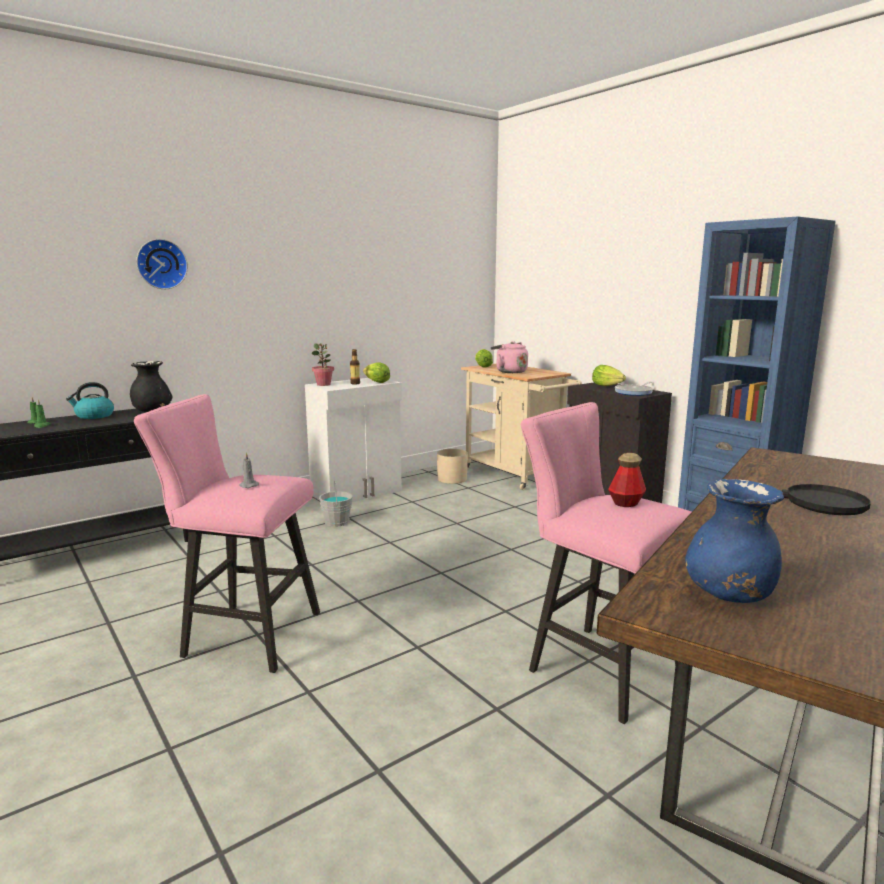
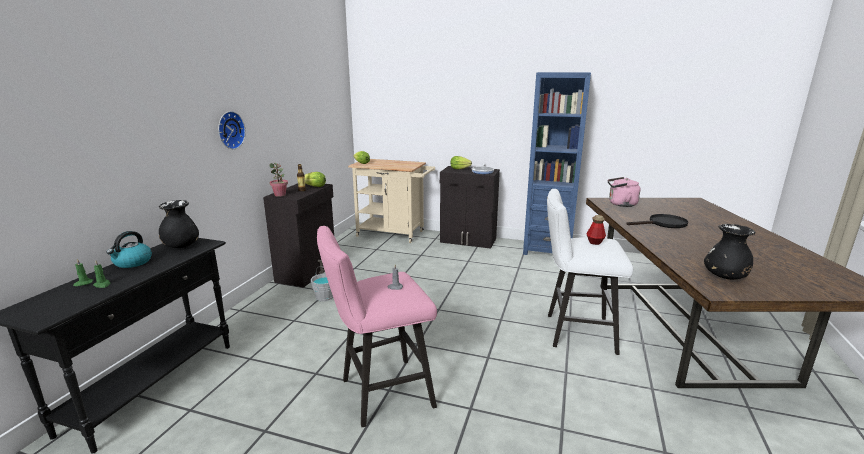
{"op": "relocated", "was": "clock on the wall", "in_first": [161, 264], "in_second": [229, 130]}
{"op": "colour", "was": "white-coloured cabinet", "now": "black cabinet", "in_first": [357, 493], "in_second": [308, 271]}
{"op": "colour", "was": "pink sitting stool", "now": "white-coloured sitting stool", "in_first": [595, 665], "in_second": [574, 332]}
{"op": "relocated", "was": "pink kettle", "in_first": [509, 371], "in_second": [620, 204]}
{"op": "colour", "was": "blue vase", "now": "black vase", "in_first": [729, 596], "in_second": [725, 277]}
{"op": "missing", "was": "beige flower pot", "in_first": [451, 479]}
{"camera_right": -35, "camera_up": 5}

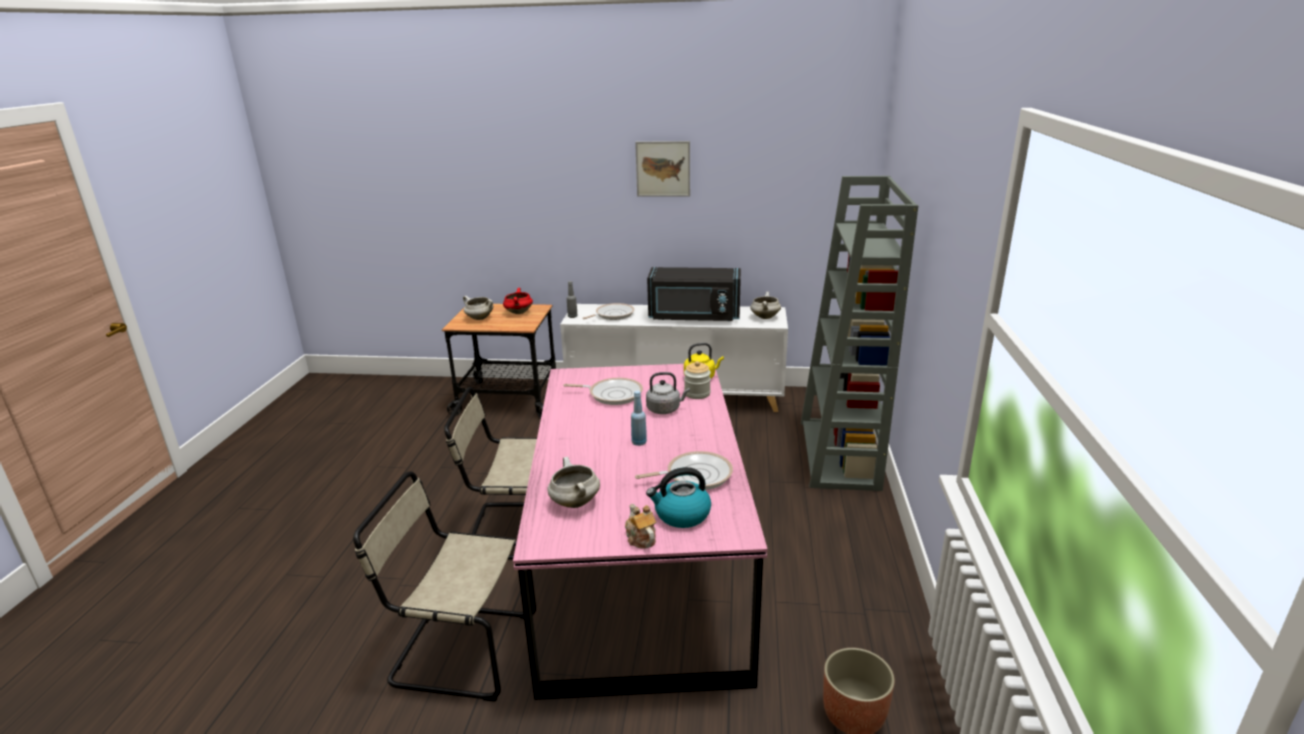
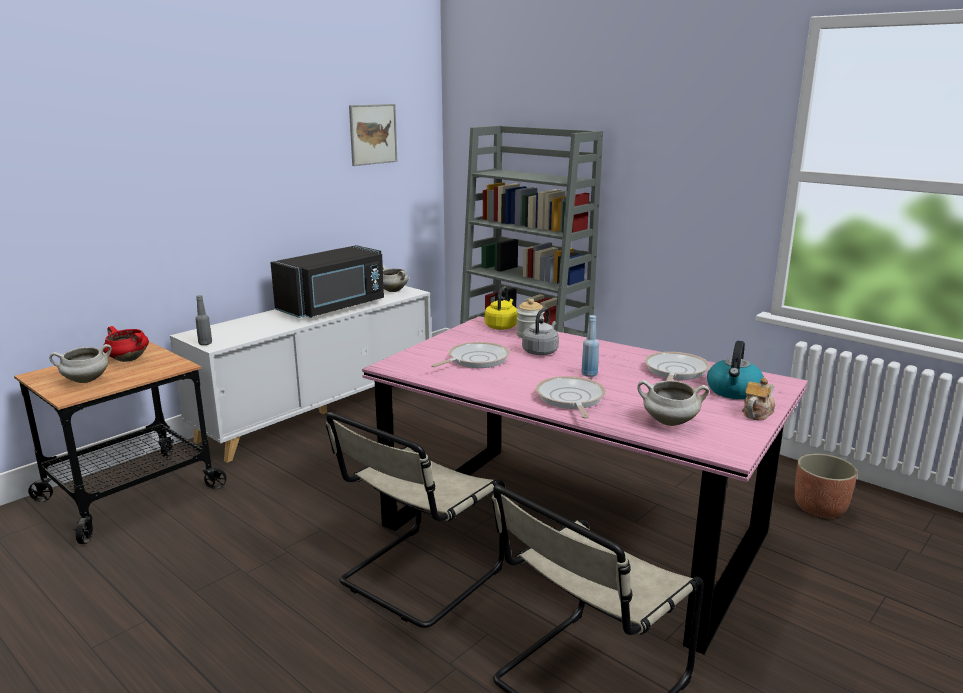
{"op": "relocated", "was": "wall art", "in_first": [663, 169], "in_second": [373, 134]}
{"op": "relocated", "was": "frying pan", "in_first": [612, 315], "in_second": [570, 399]}
{"op": "spun", "was": "pot for tea", "in_first": [640, 538], "in_second": [757, 413], "clockwise": 120}
{"camera_right": -55, "camera_up": -5}

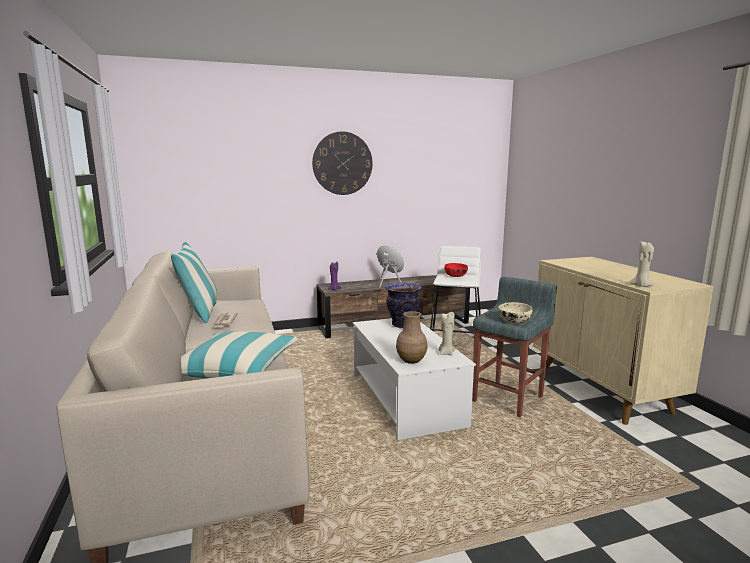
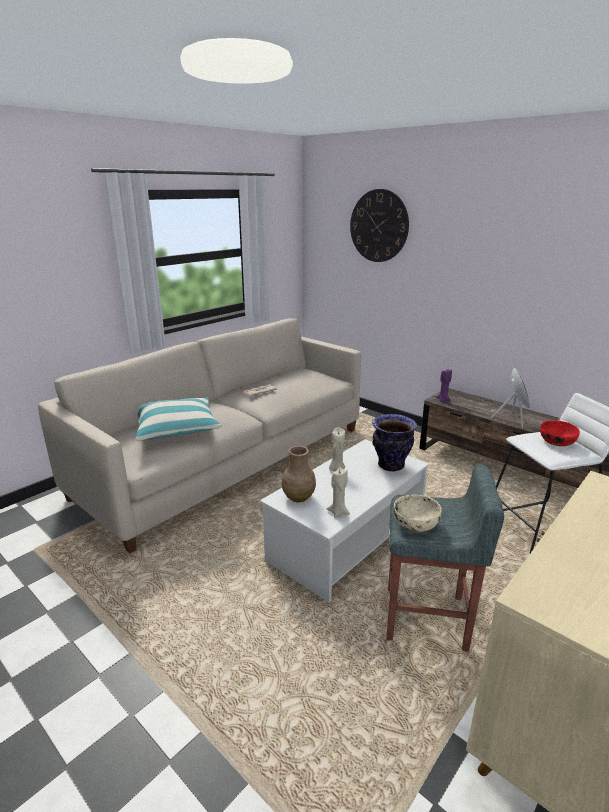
{"op": "relocated", "was": "beige wax candle", "in_first": [641, 286], "in_second": [336, 469]}
{"op": "relocated", "was": "clock on the wall", "in_first": [342, 163], "in_second": [379, 226]}
{"op": "missing", "was": "pillow", "in_first": [199, 314]}
{"camera_right": 60, "camera_up": 10}

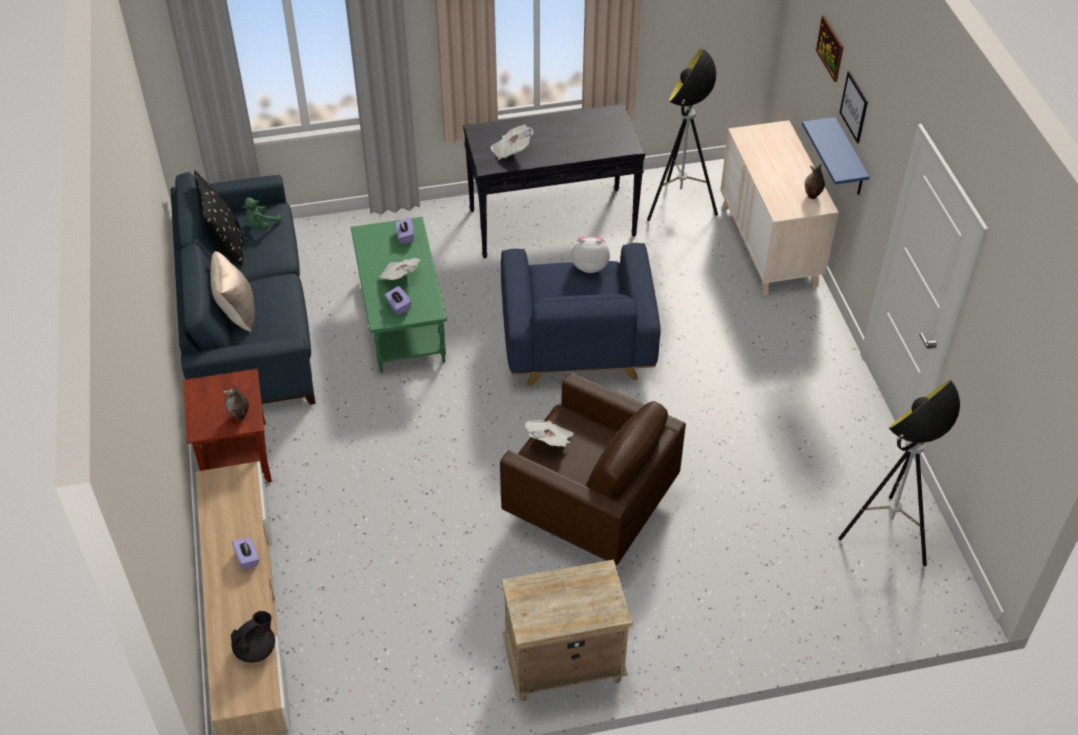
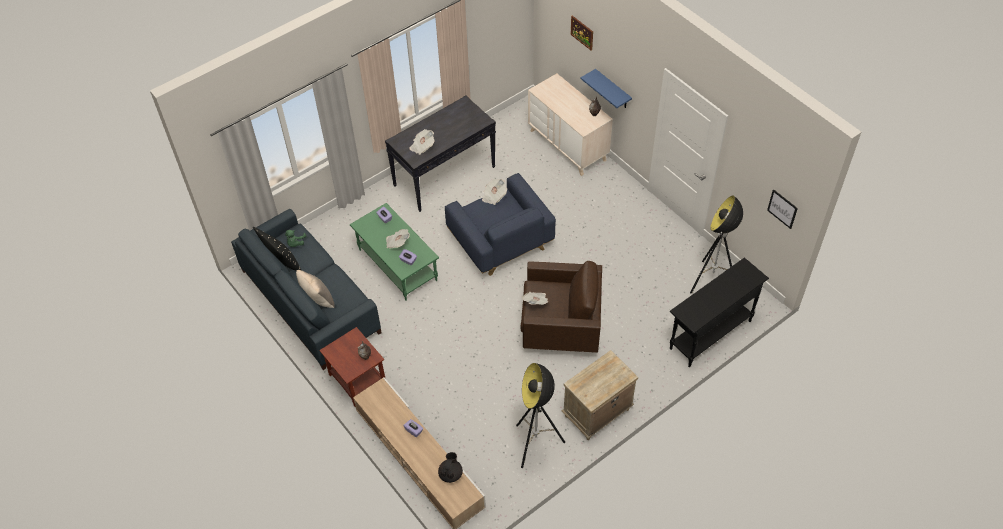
{"op": "exchanged", "was": "cuddly toy", "now": "newspaper", "in_first": [590, 265], "in_second": [494, 196]}
{"op": "relocated", "was": "floor lamp", "in_first": [679, 206], "in_second": [536, 445]}
{"op": "appeared", "now": "black narrow table", "in_second": [710, 334]}
{"op": "relocated", "was": "wall art", "in_first": [854, 107], "in_second": [782, 209]}
{"camera_right": -25, "camera_up": 5}

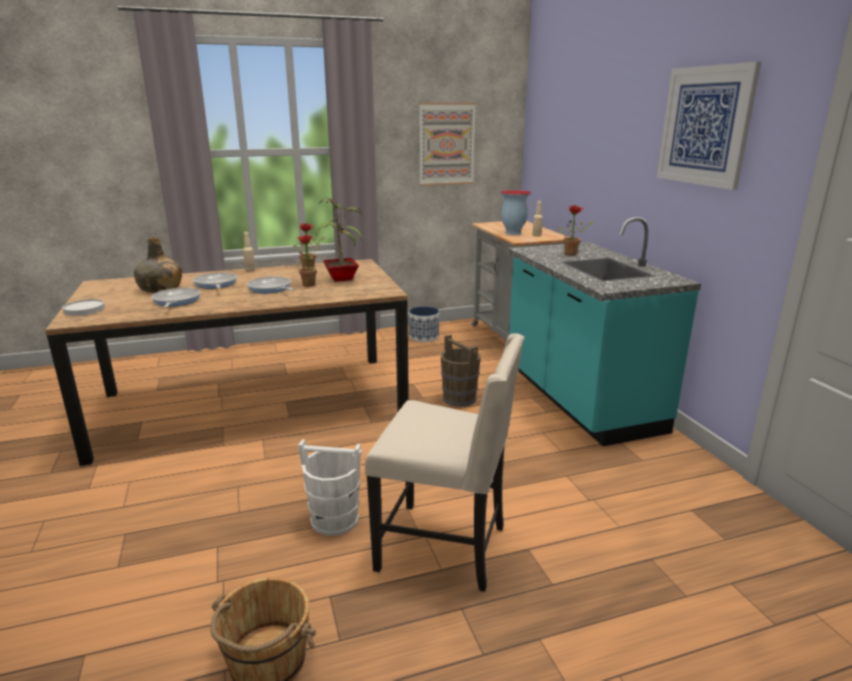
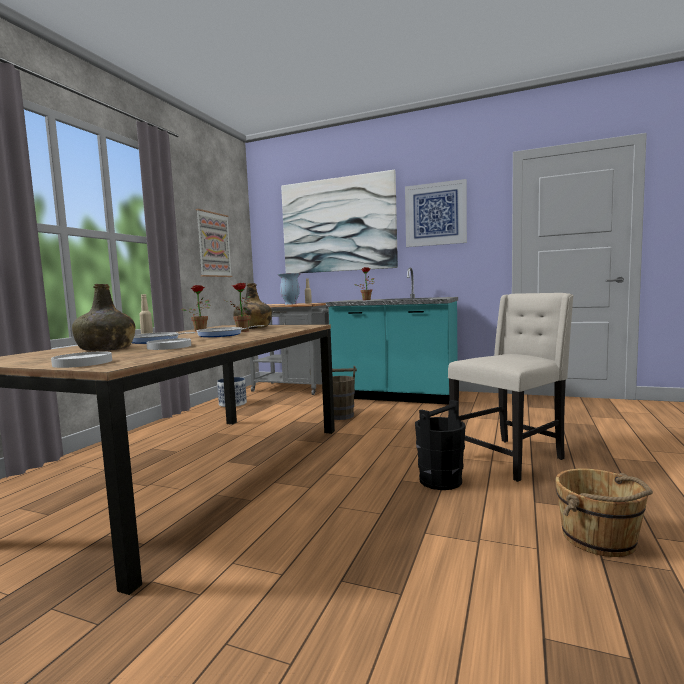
{"op": "exchanged", "was": "frying pan", "now": "white-coloured flat dish", "in_first": [176, 301], "in_second": [169, 347]}
{"op": "exchanged", "was": "potted plant", "now": "greenish bottle", "in_first": [343, 278], "in_second": [253, 328]}
{"op": "appeared", "now": "wall art", "in_second": [338, 225]}
{"op": "colour", "was": "white-coloured pail", "now": "black pail", "in_first": [334, 519], "in_second": [440, 481]}
{"camera_right": -50, "camera_up": -15}

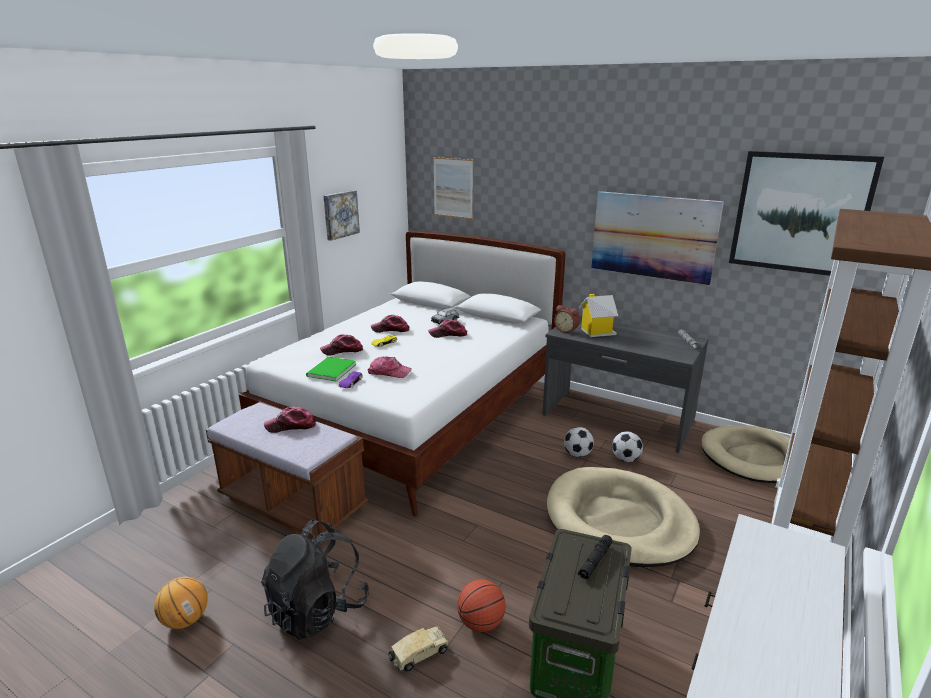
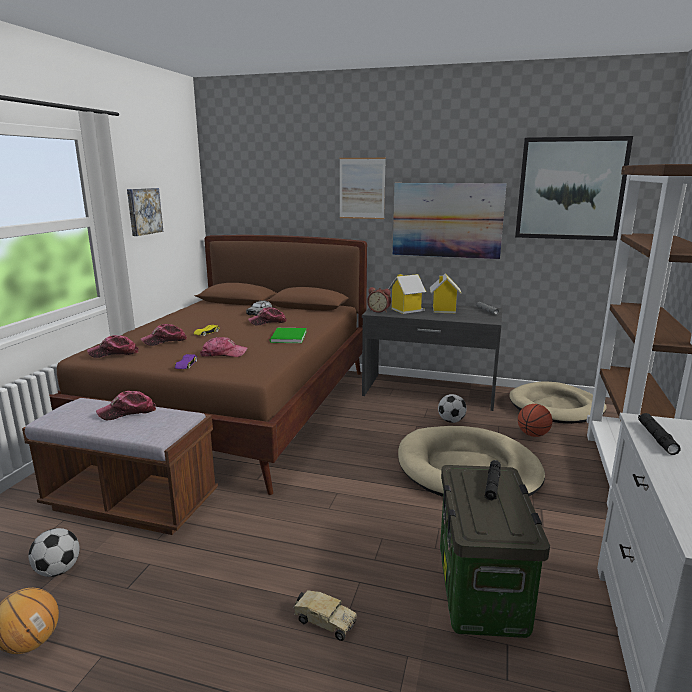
{"op": "relocated", "was": "football", "in_first": [577, 454], "in_second": [58, 570]}
{"op": "colour", "was": "white-coloured sleeping bed", "now": "brownish sleeping bed", "in_first": [416, 415], "in_second": [239, 409]}
{"op": "relocated", "was": "peaked cap", "in_first": [390, 329], "in_second": [114, 353]}
{"op": "relocated", "was": "greenish book", "in_first": [330, 370], "in_second": [287, 337]}
{"op": "spun", "was": "model truck", "in_first": [418, 655], "in_second": [323, 622], "clockwise": 75}
{"op": "relocated", "was": "wall art", "in_first": [453, 188], "in_second": [362, 188]}
{"op": "appeared", "now": "model house", "in_second": [443, 310]}
{"op": "relocated", "was": "basketball", "in_first": [481, 623], "in_second": [533, 434]}
{"op": "appeared", "now": "black hand torch", "in_second": [656, 438]}
{"op": "missing", "was": "black knapsack", "in_first": [317, 610]}
{"camera_right": -15, "camera_up": -5}

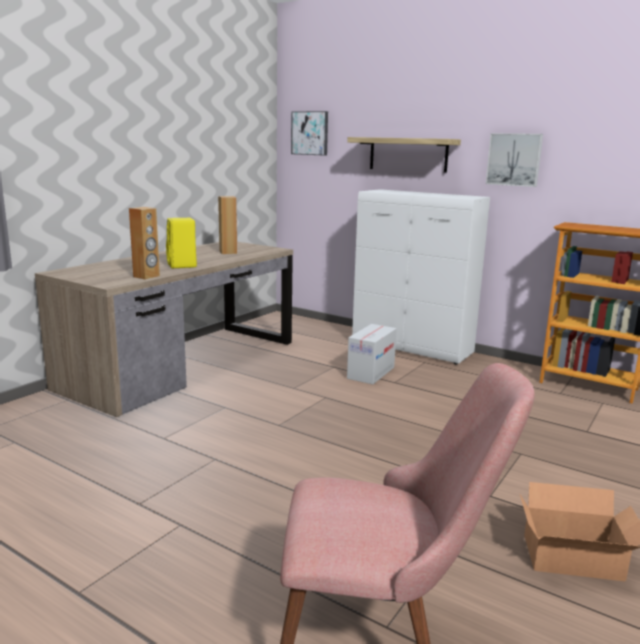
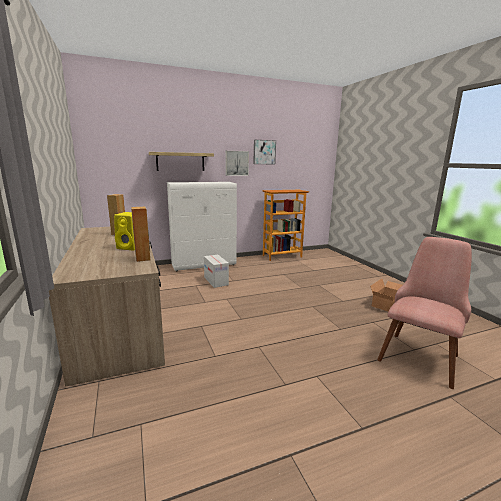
{"op": "relocated", "was": "wall art", "in_first": [310, 133], "in_second": [264, 152]}
{"camera_right": -55, "camera_up": 0}

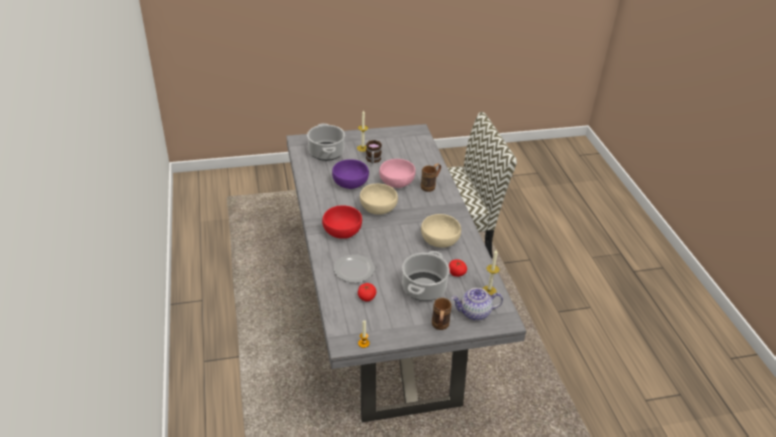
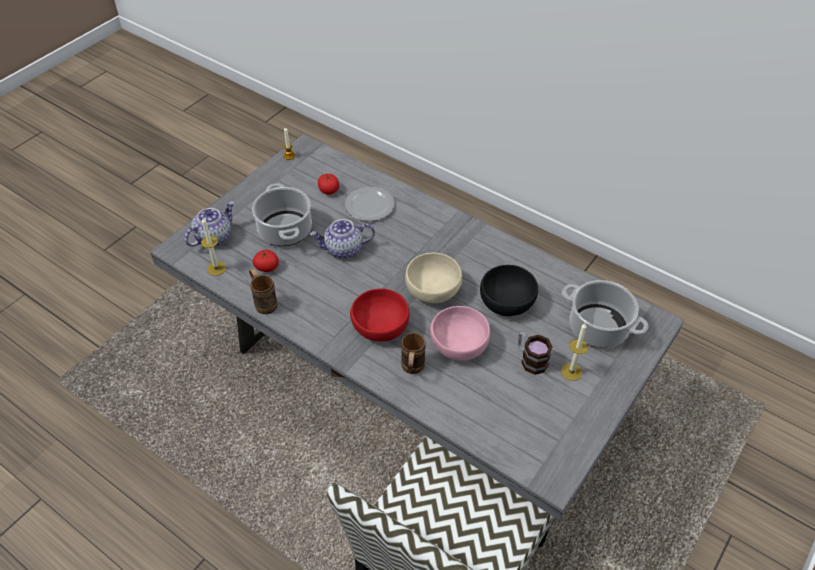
{"op": "relocated", "was": "brownish mug", "in_first": [439, 327], "in_second": [263, 302]}
{"op": "appeared", "now": "pot for tea", "in_second": [343, 249]}
{"op": "relocated", "was": "reddish serving bowl", "in_first": [342, 230], "in_second": [381, 327]}
{"op": "colour", "was": "purple-coloured serving bowl", "now": "black serving bowl", "in_first": [349, 183], "in_second": [507, 301]}
{"op": "missing", "was": "beige serving bowl", "in_first": [439, 240]}
{"camera_right": 140, "camera_up": 10}

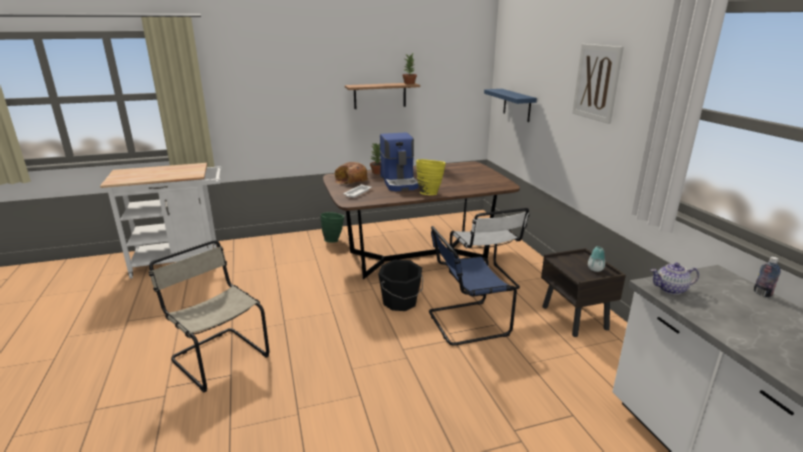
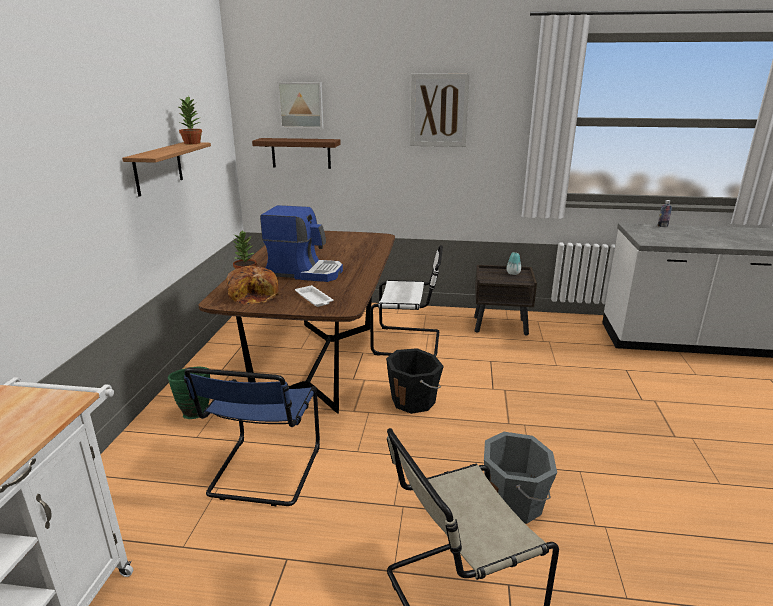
{"op": "relocated", "was": "blue upright chair", "in_first": [465, 323], "in_second": [263, 473]}
{"op": "colour", "was": "blue wall shelf", "now": "brownish wall shelf", "in_first": [517, 105], "in_second": [301, 153]}
{"op": "appeared", "now": "wall art", "in_second": [301, 105]}
{"op": "appeared", "now": "gray pail", "in_second": [515, 503]}
{"op": "missing", "was": "yellow-coloured vase", "in_first": [429, 193]}
{"op": "missing", "was": "pot for tea", "in_first": [671, 289]}
{"camera_right": -65, "camera_up": 0}

